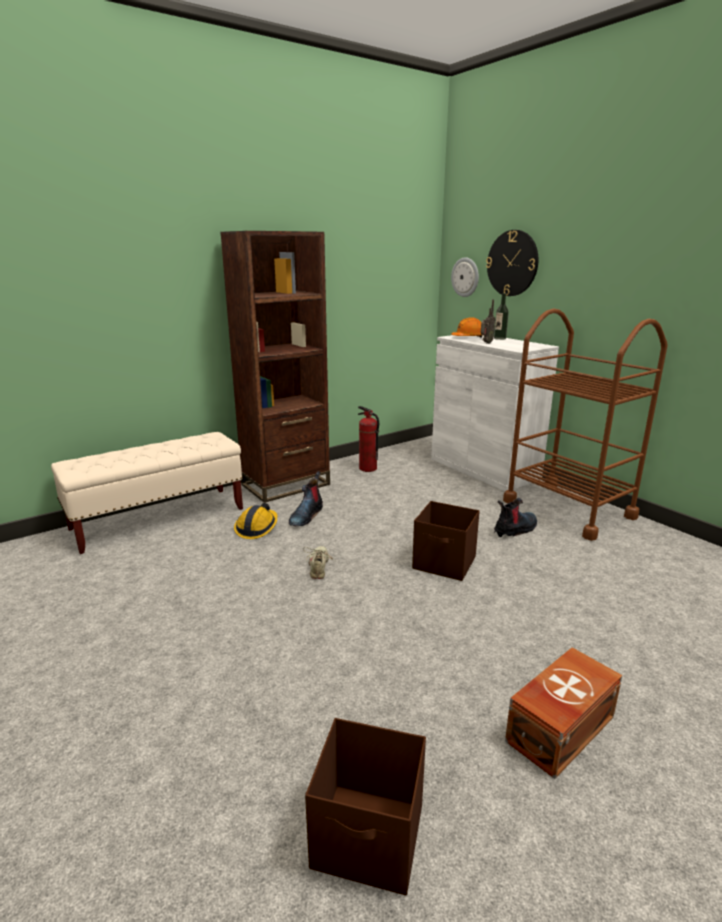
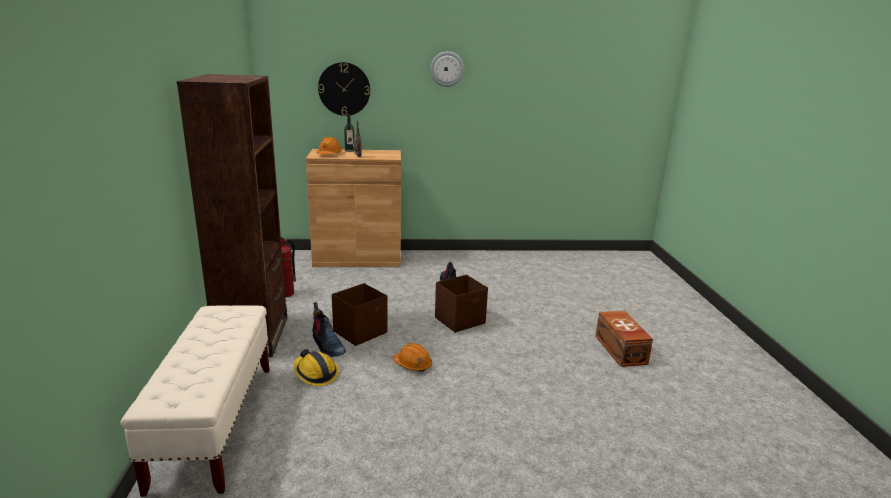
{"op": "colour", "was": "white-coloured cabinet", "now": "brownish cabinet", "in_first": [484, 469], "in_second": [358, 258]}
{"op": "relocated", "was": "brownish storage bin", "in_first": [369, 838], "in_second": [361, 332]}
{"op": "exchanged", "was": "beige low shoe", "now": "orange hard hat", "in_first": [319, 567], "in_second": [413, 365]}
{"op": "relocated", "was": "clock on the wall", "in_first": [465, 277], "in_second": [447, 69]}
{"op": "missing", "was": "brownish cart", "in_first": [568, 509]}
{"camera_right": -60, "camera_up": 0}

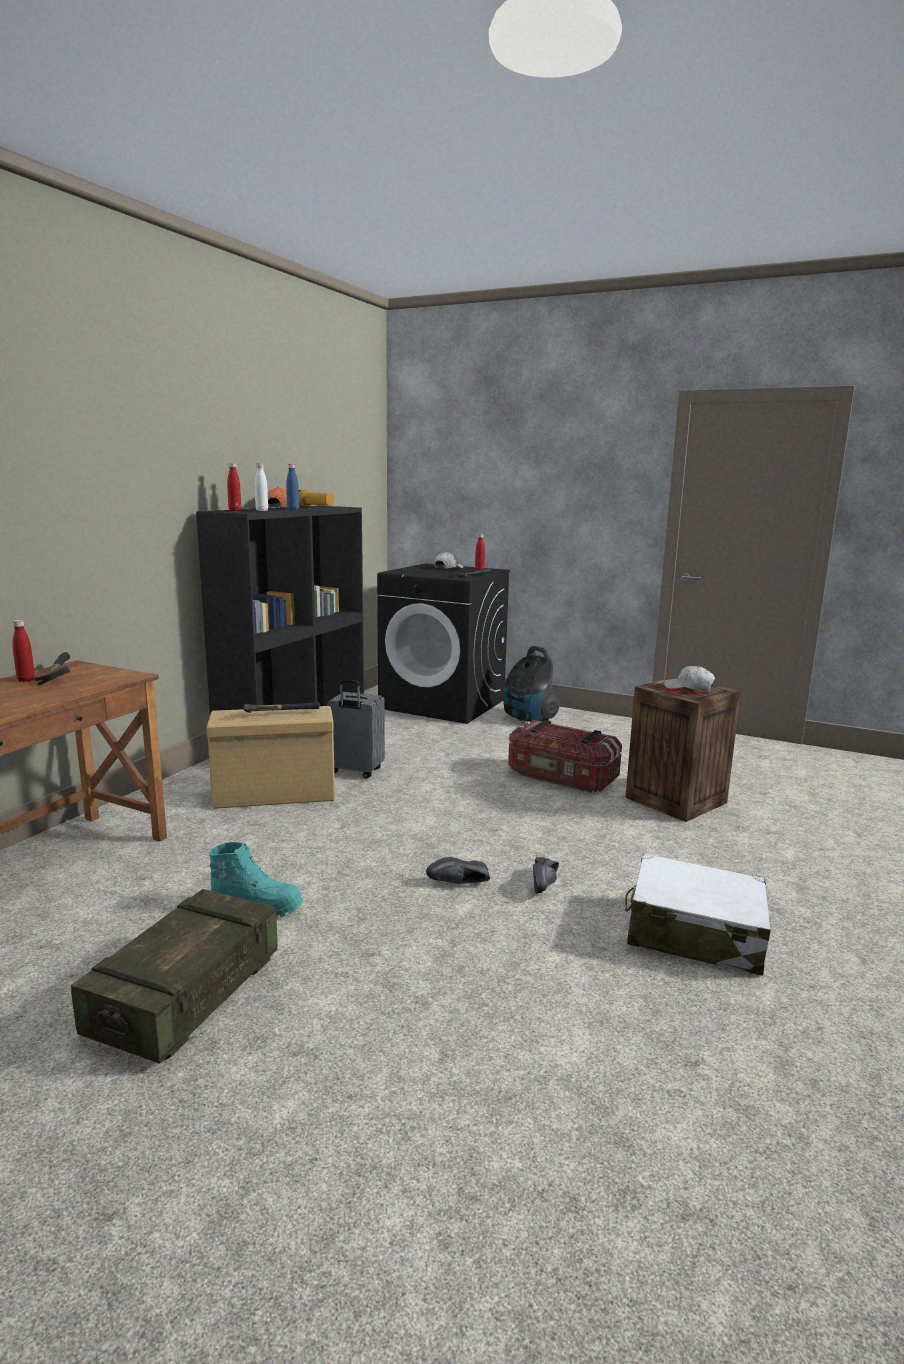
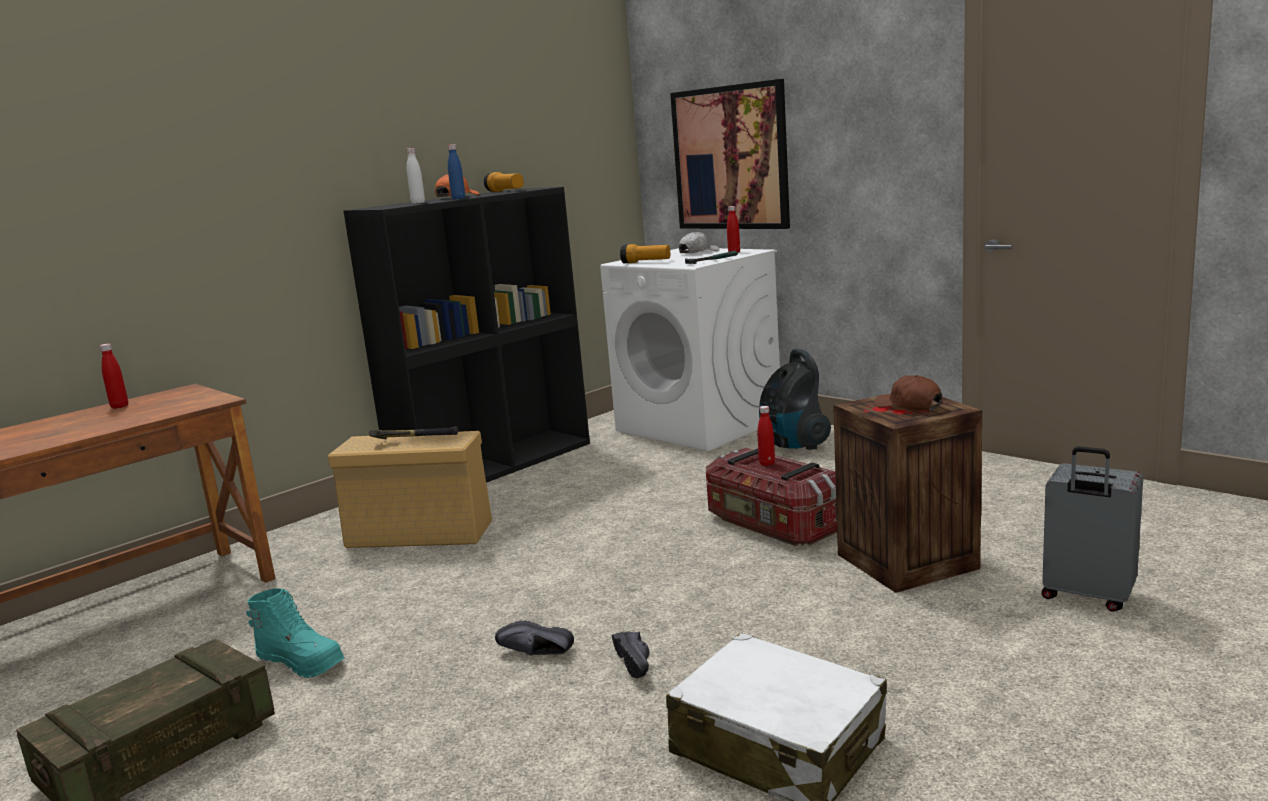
{"op": "colour", "was": "black laundry machine", "now": "white-coloured laundry machine", "in_first": [443, 704], "in_second": [700, 425]}
{"op": "spun", "was": "black low shoe", "in_first": [546, 884], "in_second": [638, 664], "clockwise": -45}
{"op": "appeared", "now": "hand torch", "in_second": [646, 262]}
{"op": "appeared", "now": "wall art", "in_second": [730, 158]}
{"op": "relocated", "was": "reddish bottle", "in_first": [235, 510], "in_second": [767, 463]}
{"op": "colour", "was": "white-coloured peaked cap", "now": "brownish peaked cap", "in_first": [689, 688], "in_second": [908, 406]}
{"op": "relocated", "was": "gray suitcase", "in_first": [355, 772], "in_second": [1086, 597]}
{"op": "missing", "was": "hammer", "in_first": [56, 676]}
{"camera_right": 20, "camera_up": 0}

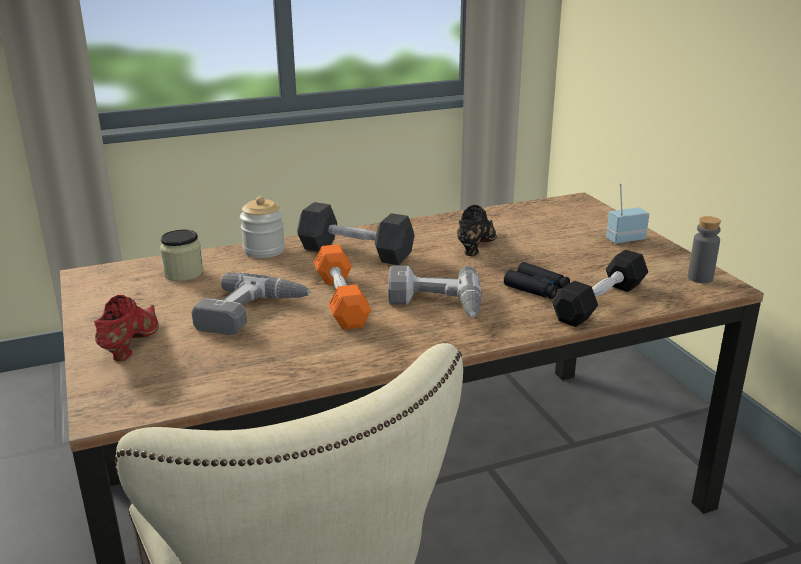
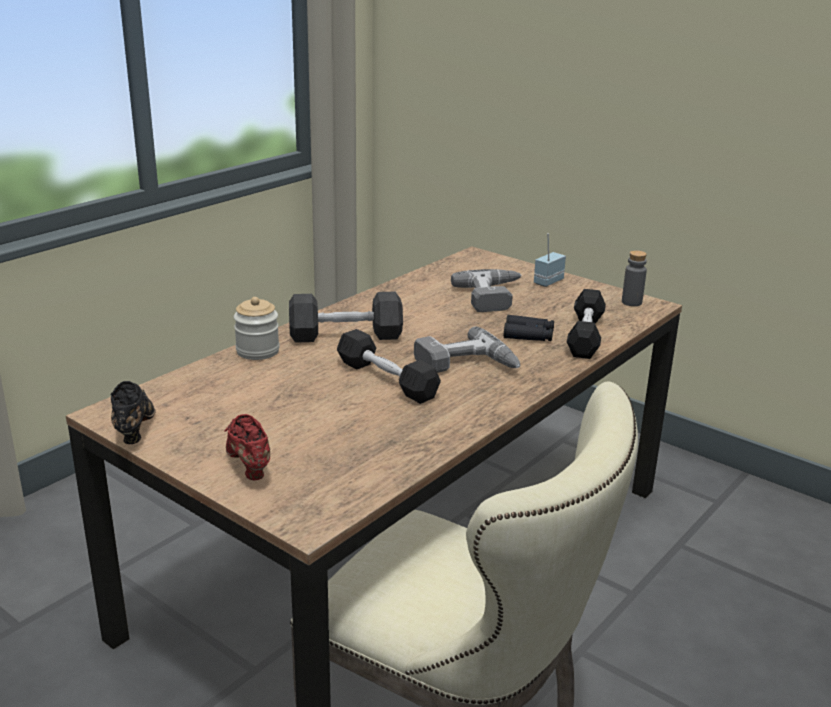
{"op": "relocated", "was": "black low shoe", "in_first": [475, 247], "in_second": [134, 429]}
{"op": "colour", "was": "orange free weight", "now": "black free weight", "in_first": [341, 300], "in_second": [386, 379]}
{"op": "relocated", "was": "drill", "in_first": [252, 314], "in_second": [494, 297]}
{"op": "missing", "was": "preserve jar", "in_first": [183, 273]}
{"camera_right": -30, "camera_up": 0}

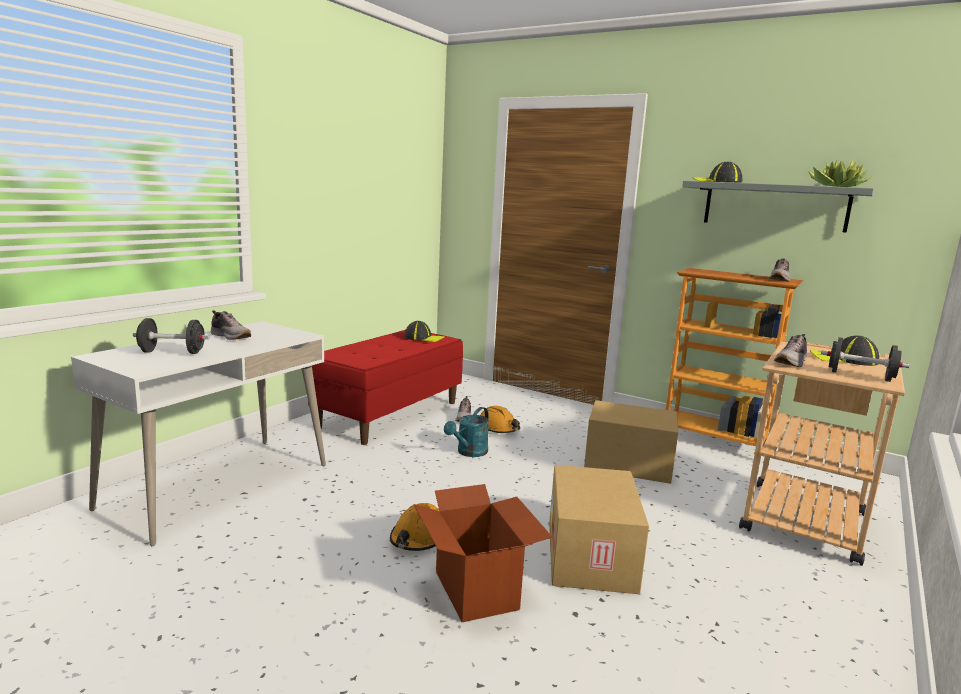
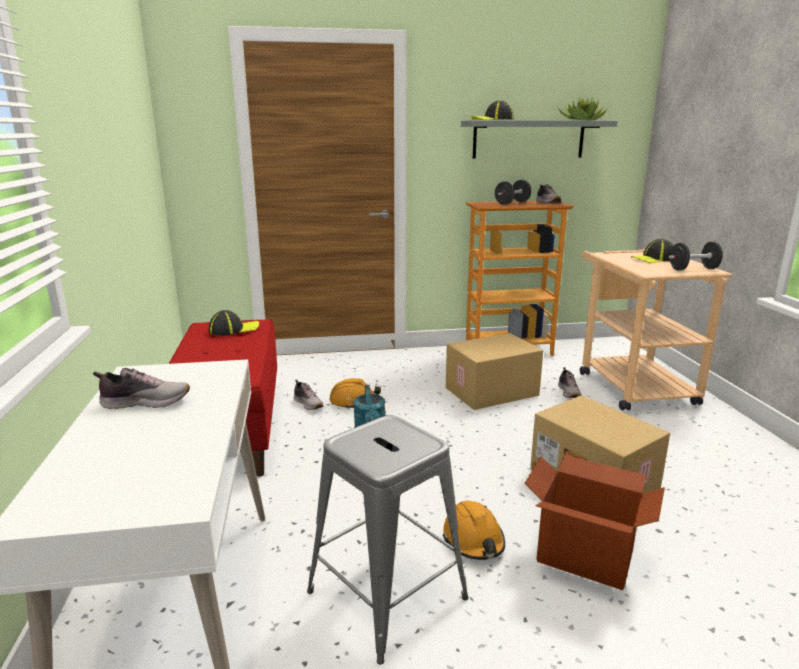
{"op": "appeared", "now": "gray sitting stool", "in_second": [386, 595]}
{"op": "relocated", "was": "black free weight", "in_first": [172, 352], "in_second": [512, 203]}
{"op": "relocated", "was": "low shoe", "in_first": [791, 362], "in_second": [569, 392]}
{"camera_right": -40, "camera_up": 5}

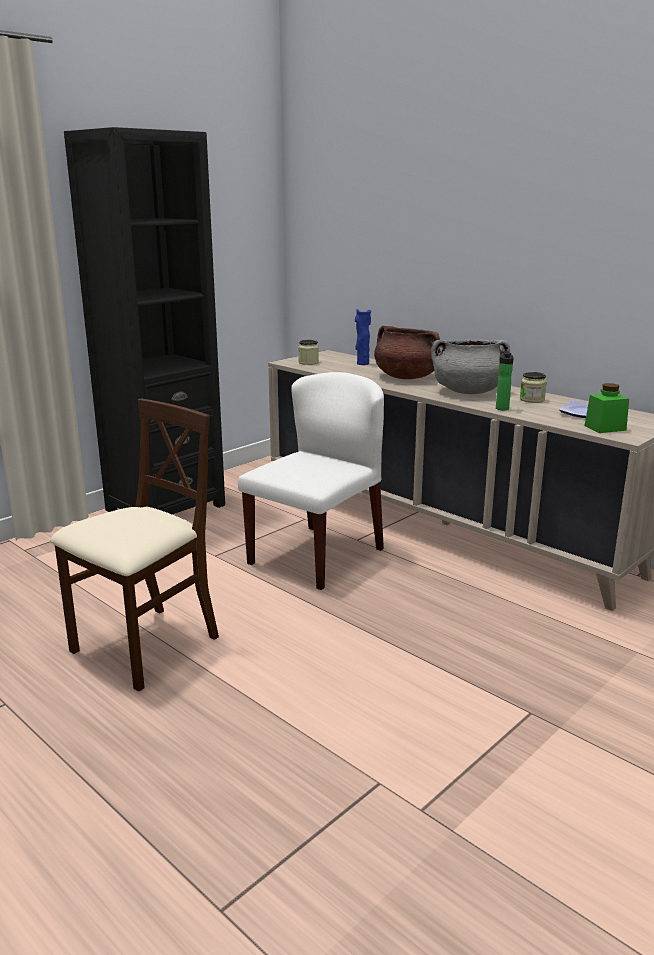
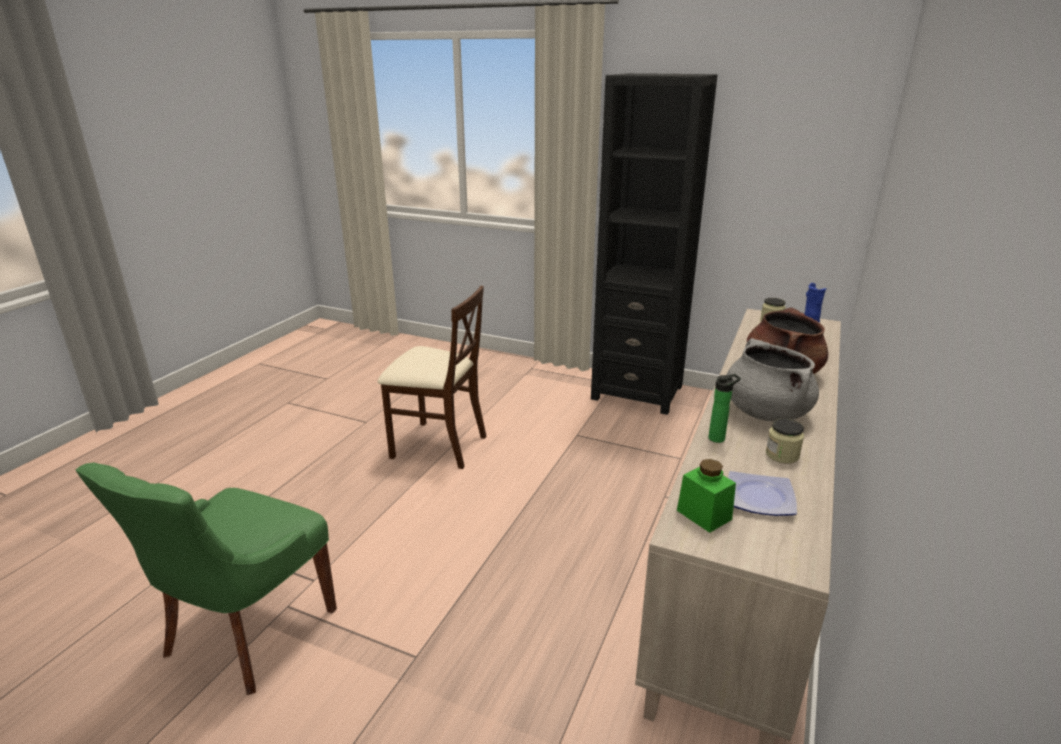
{"op": "appeared", "now": "greenish upright chair", "in_second": [247, 633]}
{"op": "missing", "was": "white-coloured upright chair", "in_first": [316, 555]}
{"camera_right": 70, "camera_up": 5}

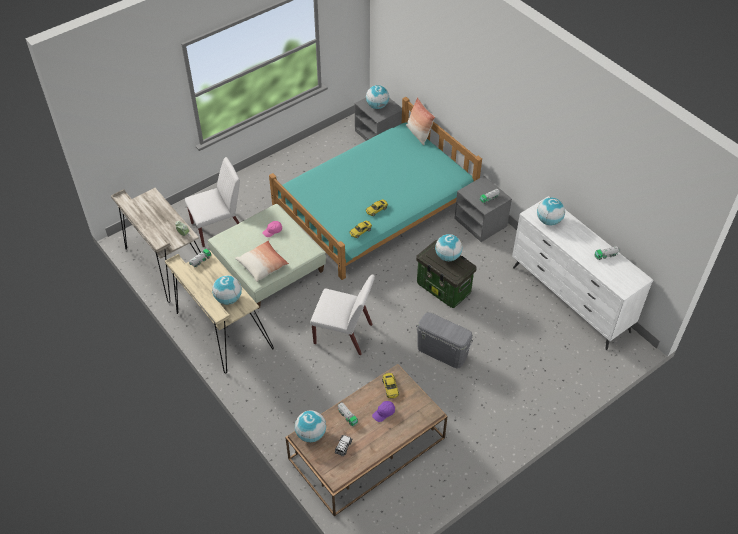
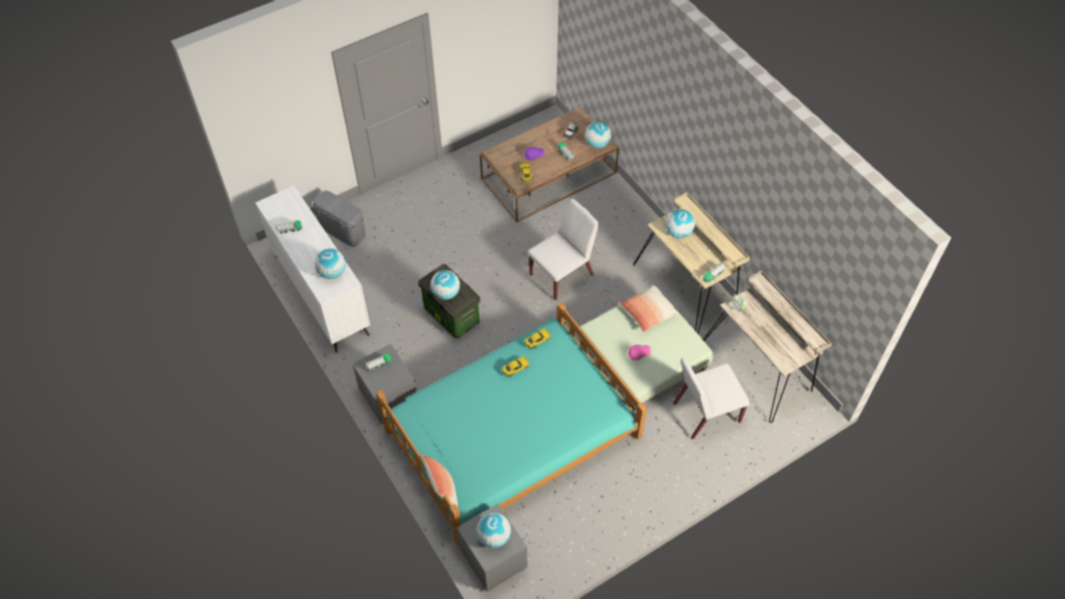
{"op": "relocated", "was": "gray storage bin", "in_first": [442, 351], "in_second": [342, 231]}
{"op": "spun", "was": "white-coloured upright chair", "in_first": [344, 334], "in_second": [562, 274], "clockwise": 120}
{"camera_right": -175, "camera_up": 5}

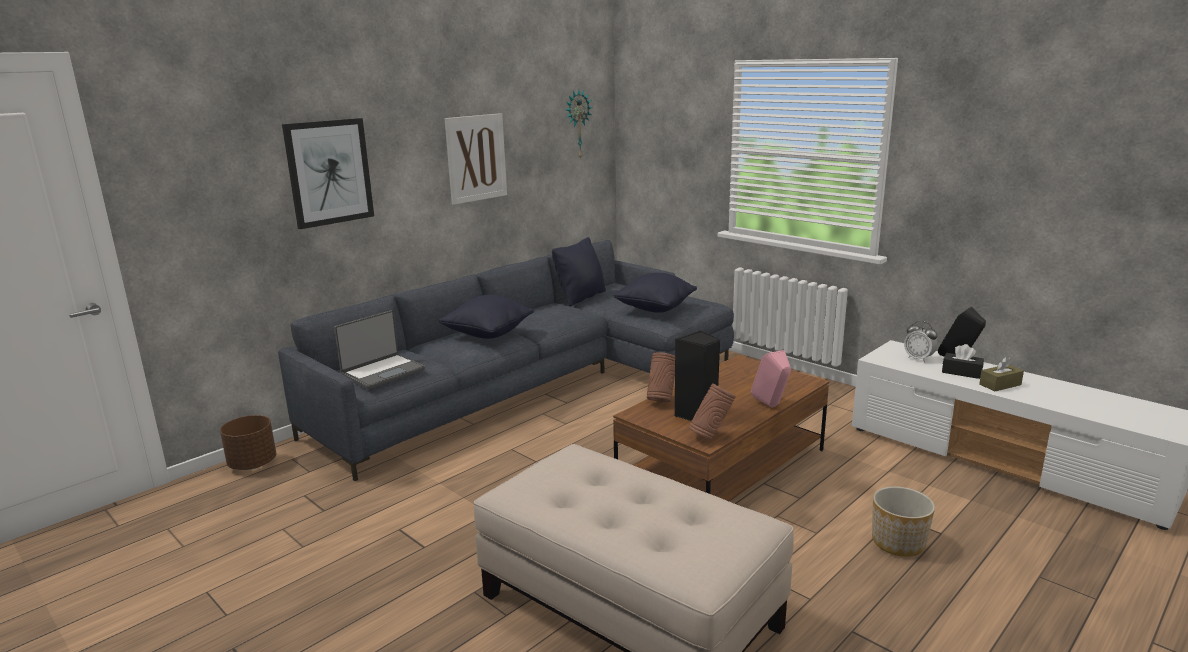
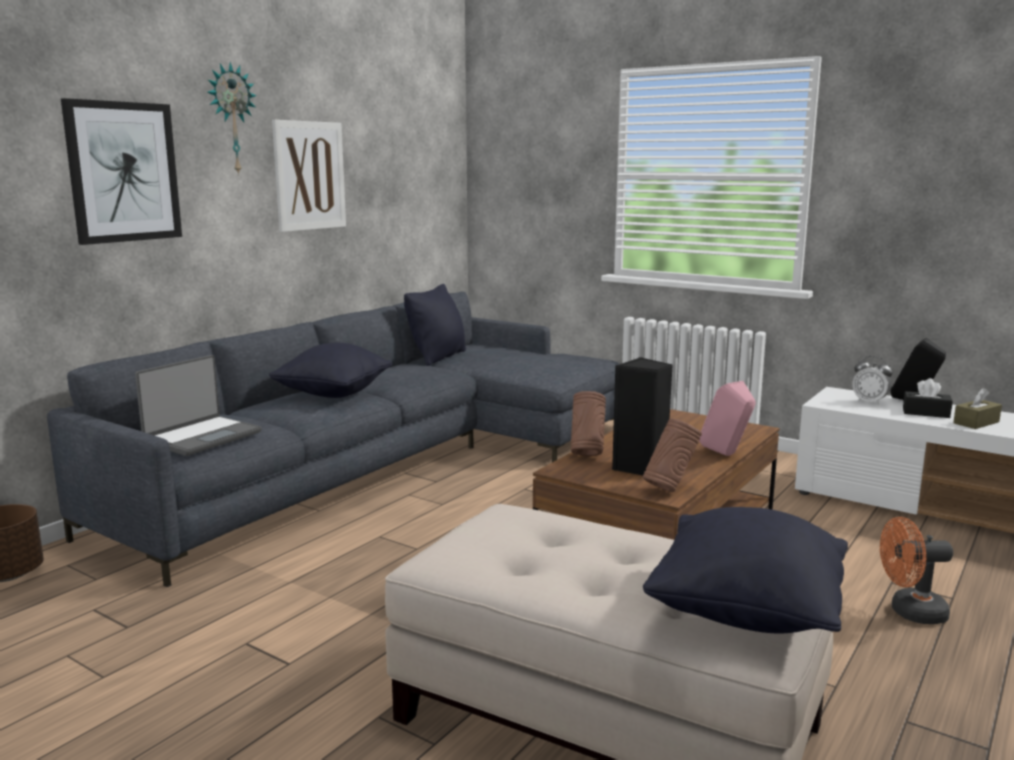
{"op": "relocated", "was": "clock on the wall", "in_first": [577, 124], "in_second": [231, 119]}
{"op": "relocated", "was": "black pillow", "in_first": [655, 309], "in_second": [746, 612]}
{"op": "exchanged", "was": "flower pot", "now": "orange electric fan", "in_first": [899, 543], "in_second": [910, 612]}
{"camera_right": -10, "camera_up": -5}

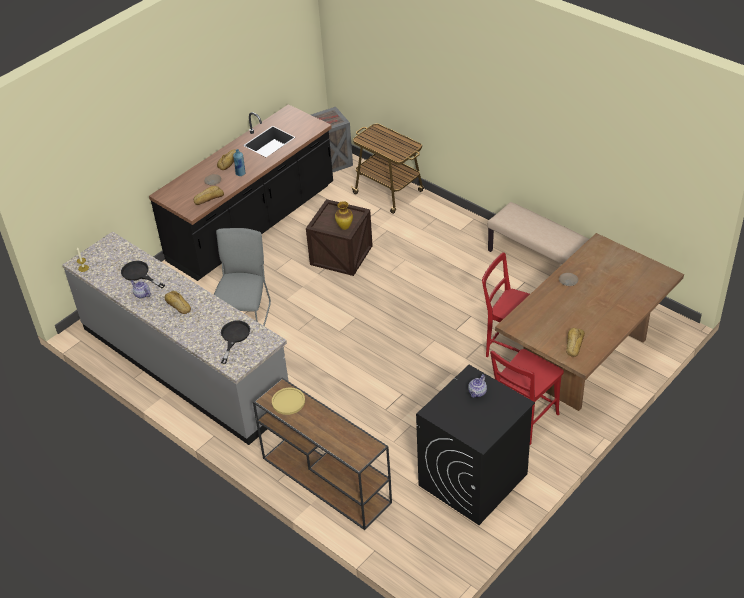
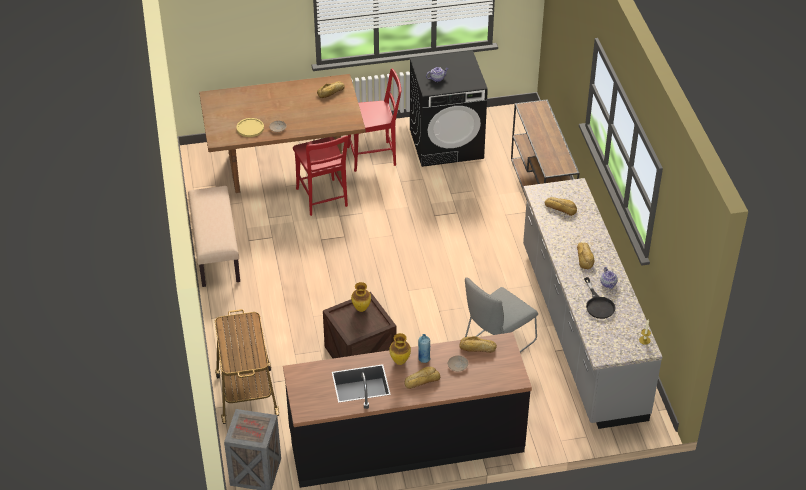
{"op": "relocated", "was": "yellow-coloured flat dish", "in_first": [288, 401], "in_second": [250, 128]}
{"op": "appeared", "now": "vase", "in_second": [399, 361]}
{"op": "exchanged", "was": "black frying pan", "now": "bread", "in_first": [234, 337], "in_second": [560, 208]}
{"camera_right": -145, "camera_up": 0}

